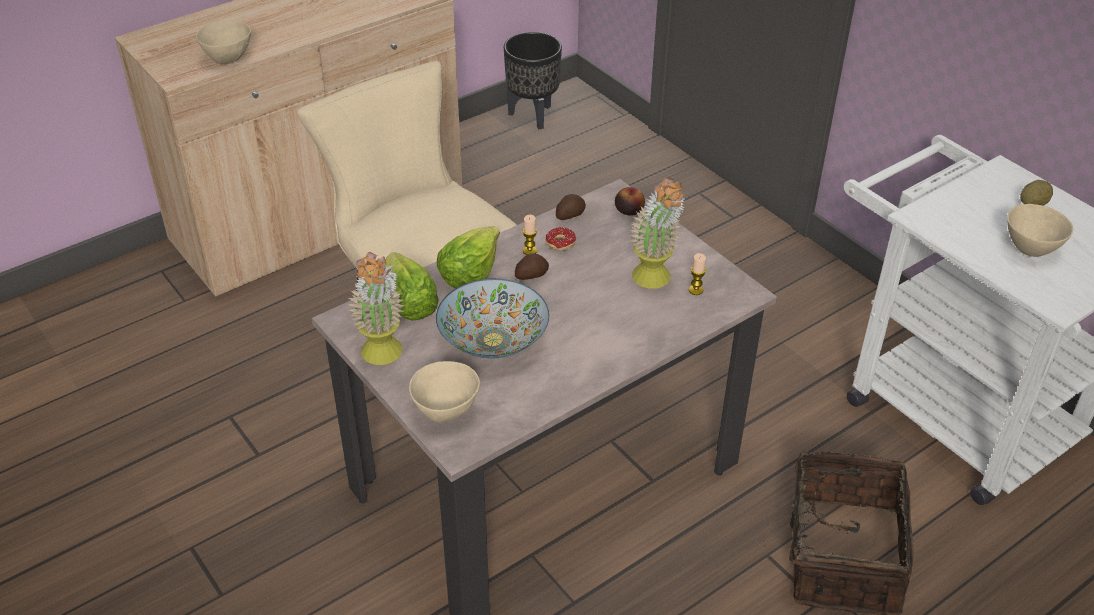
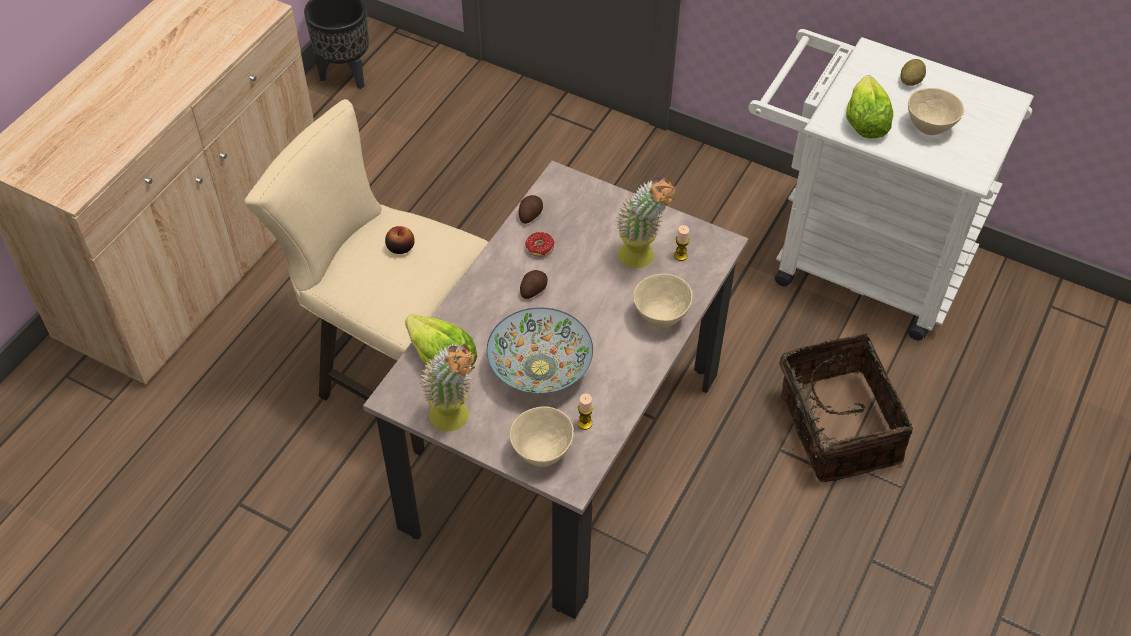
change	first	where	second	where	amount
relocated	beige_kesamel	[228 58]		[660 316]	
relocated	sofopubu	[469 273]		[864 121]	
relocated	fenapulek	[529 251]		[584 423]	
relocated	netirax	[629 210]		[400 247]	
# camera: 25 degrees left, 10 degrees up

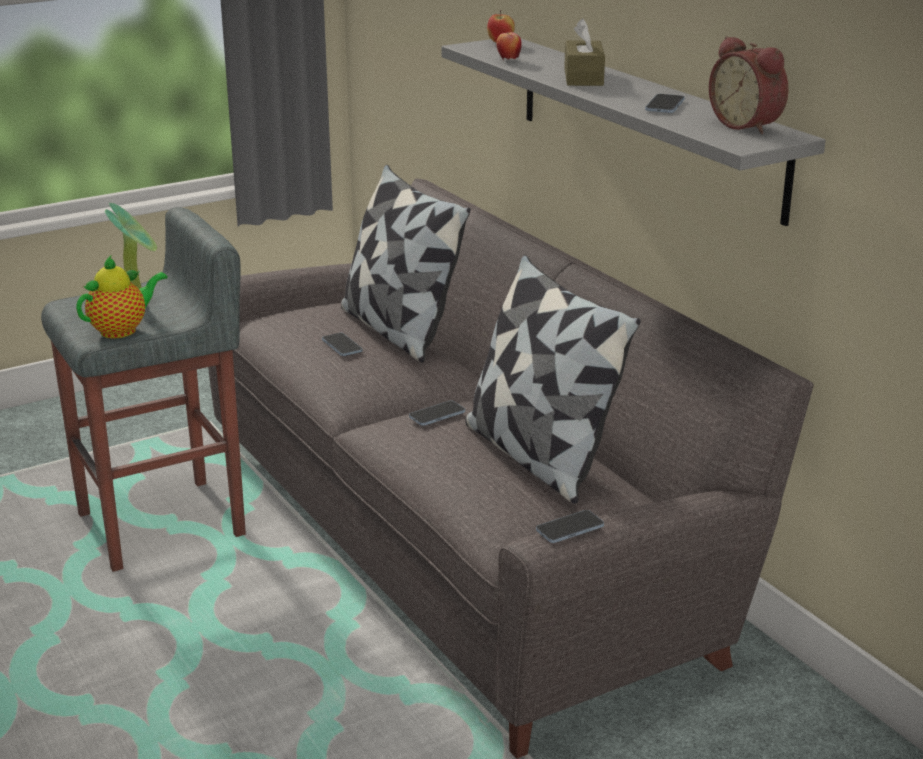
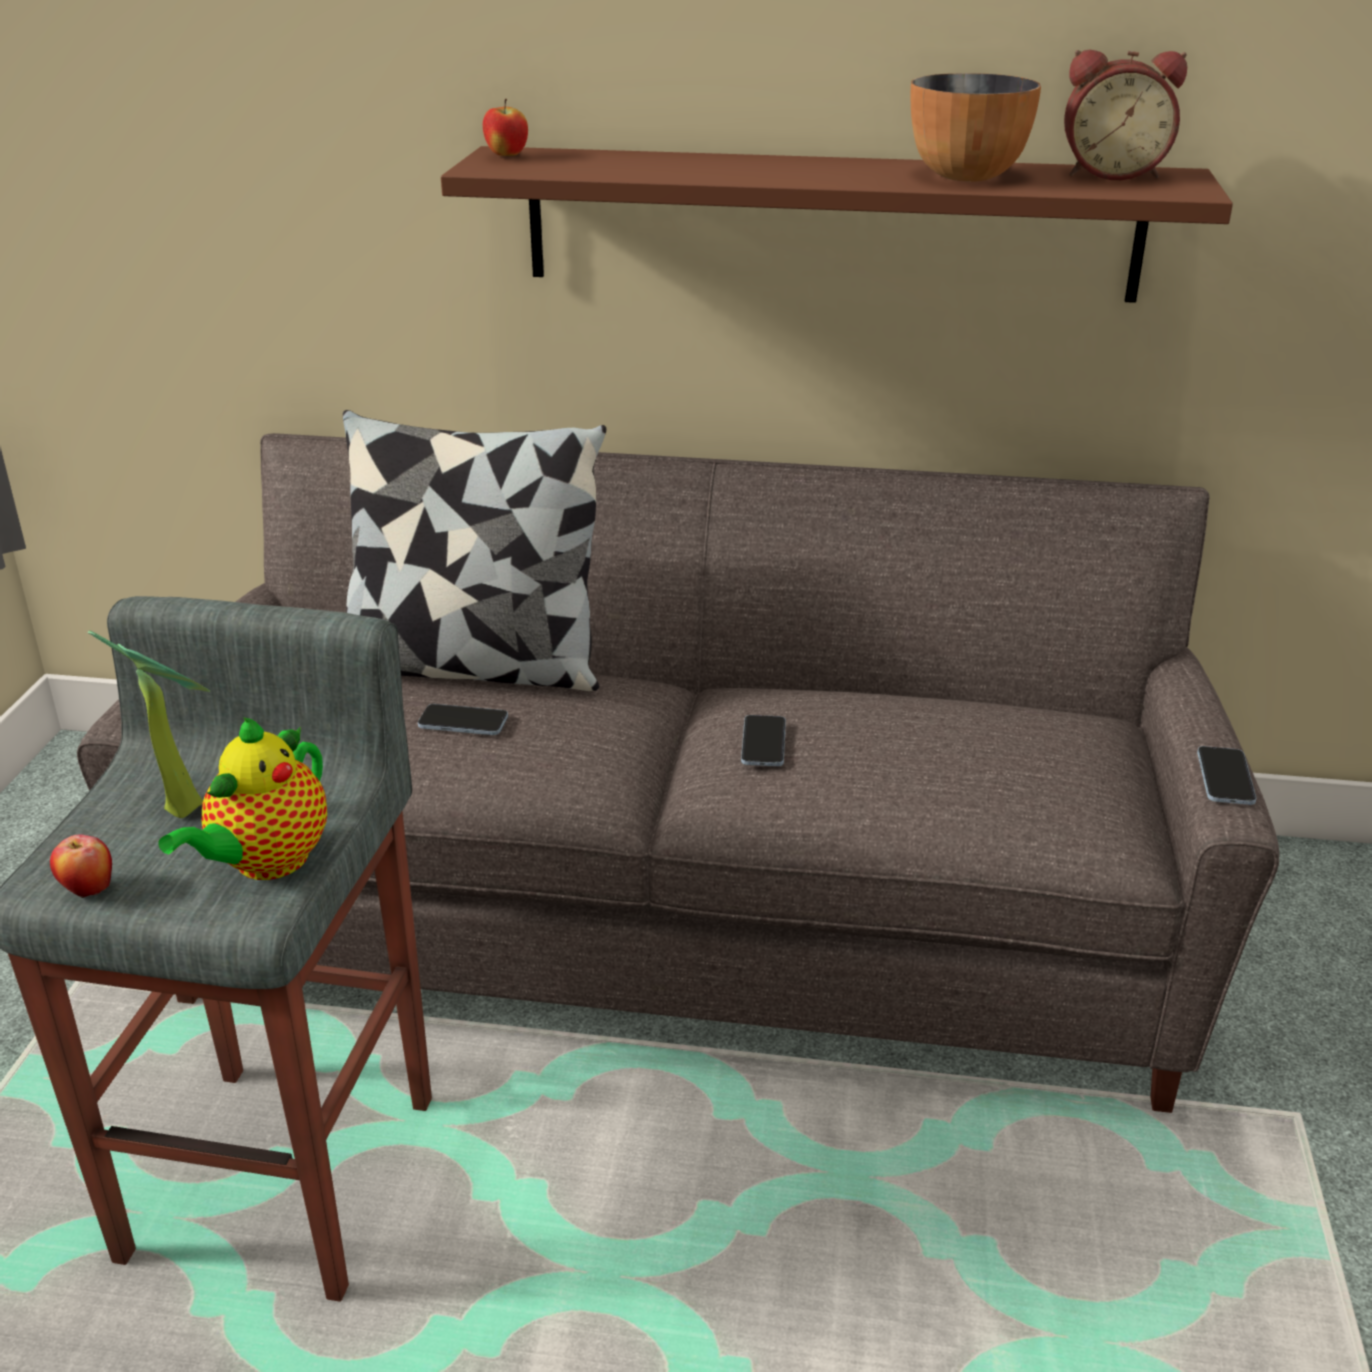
change	first	where	second	where	amount
spun	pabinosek	[122 330]		[266 863]	150 degrees counterclockwise
colour	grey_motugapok	[646 124]	brown_motugapok	[829 223]	
missing	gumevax	[538 456]			
relocated	netirax	[508 60]		[88 890]	
missing	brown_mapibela	[583 77]			
exchanged	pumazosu	[664 106]	kesamel	[967 176]	
# camera: 50 degrees left, 5 degrees up

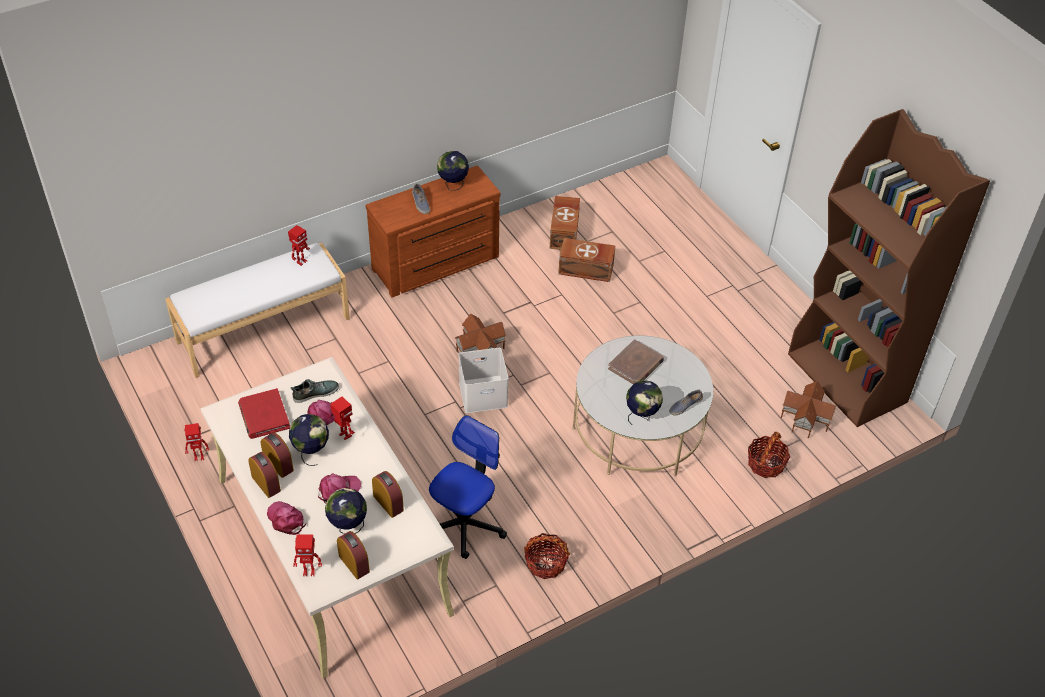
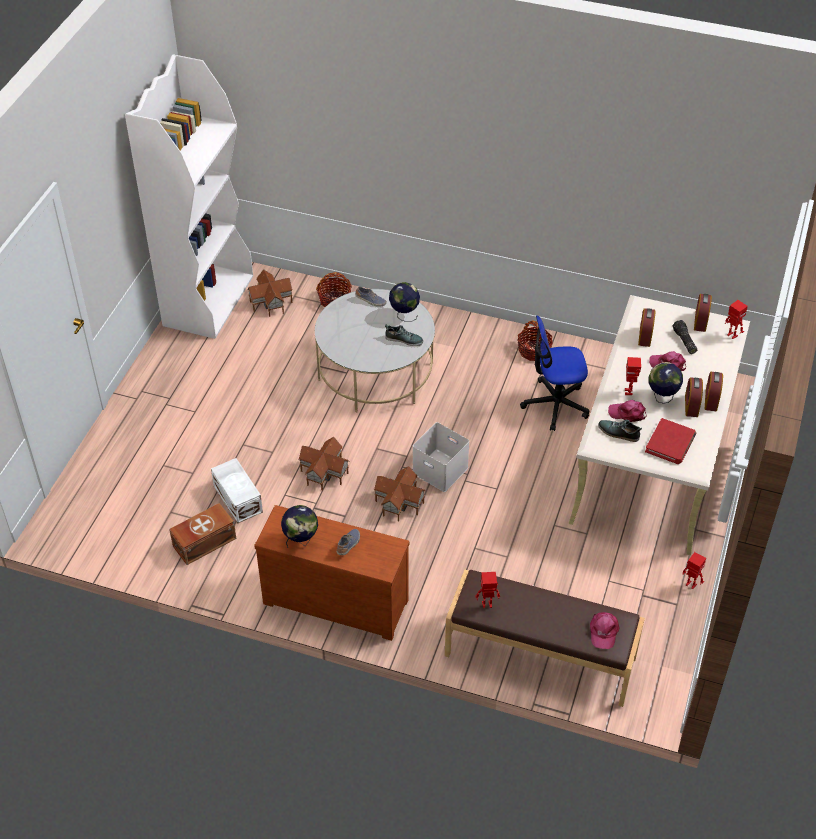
change	first	where	second	where	amount
colour	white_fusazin	[263 329]	brown_fusazin	[540 657]	
relocated	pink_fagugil	[286 519]		[603 631]	
exchanged	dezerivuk	[348 527]	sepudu	[683 341]	
colour	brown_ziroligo	[586 270]	white_ziroligo	[238 498]	
missing	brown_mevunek	[636 365]			
colour	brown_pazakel	[848 379]	white_pazakel	[208 300]	
appeared			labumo	[325 472]	
appeared			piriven	[404 339]	
# camera: 130 degrees left, 0 degrees up

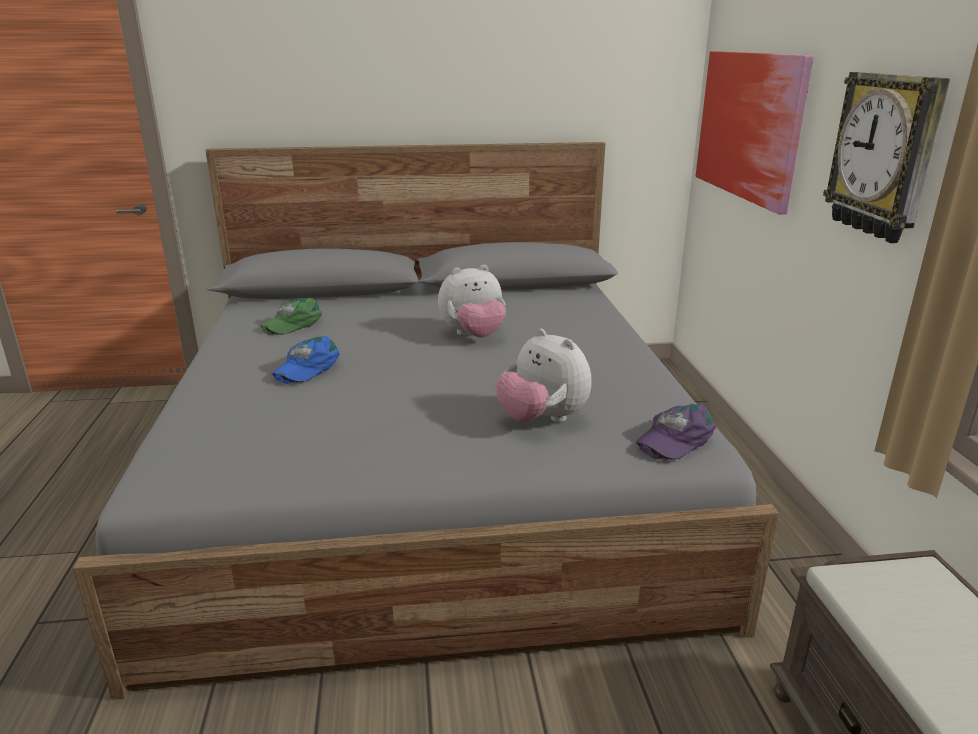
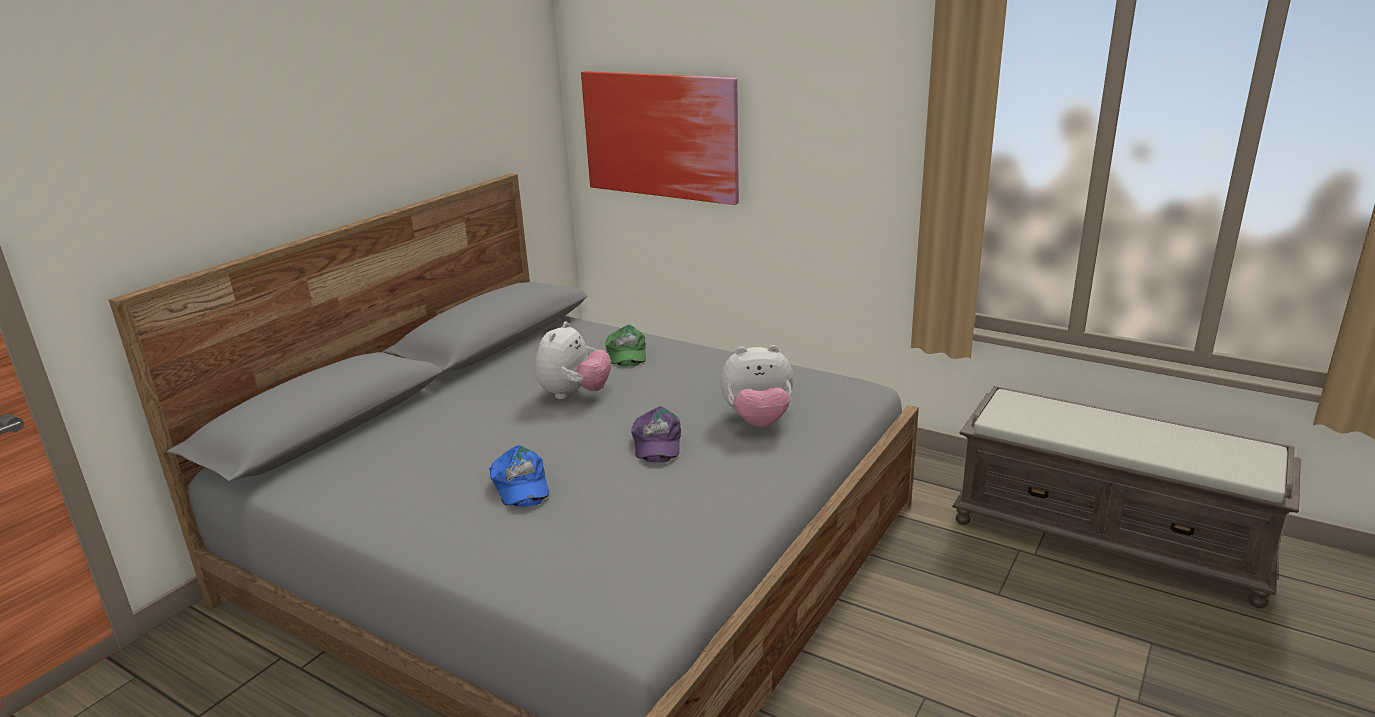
change	first	where	second	where	amount
relocated	green_fagugil	[293 323]		[626 353]	
relocated	purple_fagugil	[674 438]		[656 442]	
missing	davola	[885 155]			
# camera: 50 degrees left, 0 degrees up

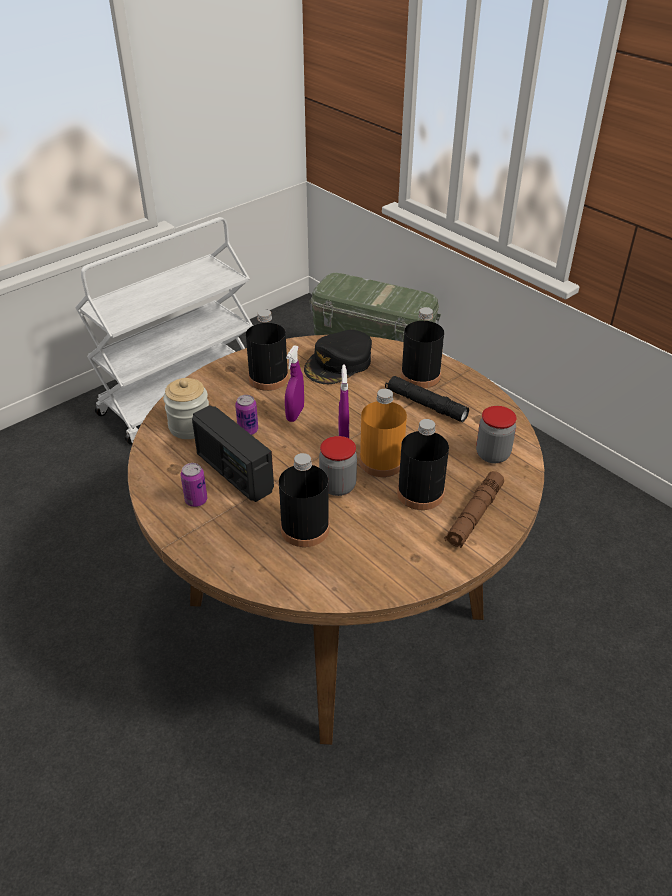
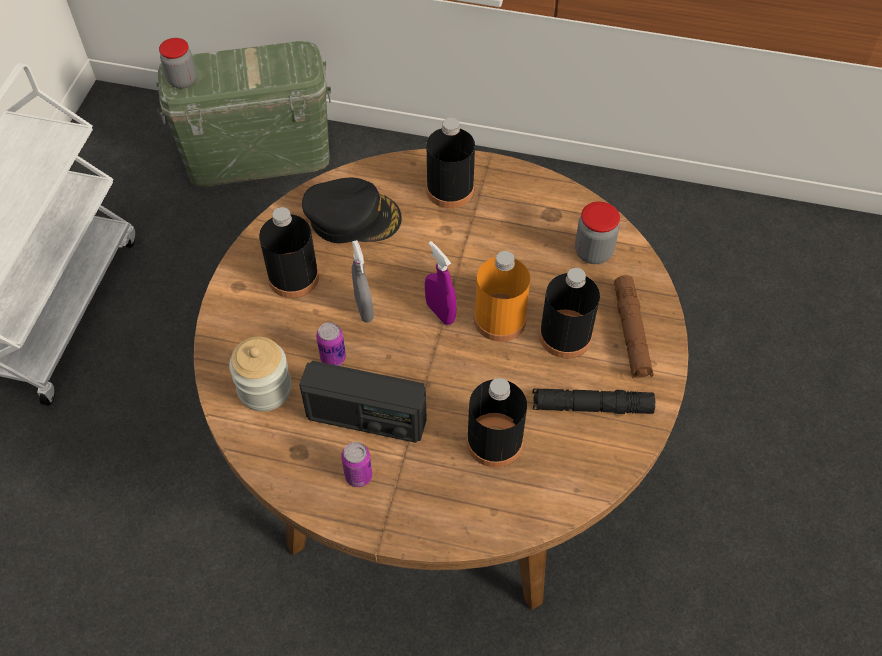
change	first	where	second	where	amount
colour	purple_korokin	[295 414]	grey_korokin	[364 309]	
spun	black_fagugil	[339 364]		[353 217]	90 degrees counterclockwise
relocated	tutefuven	[338 486]		[182 80]	
relocated	black_sepudu	[425 404]		[591 406]	
# camera: 35 degrees left, 15 degrees up

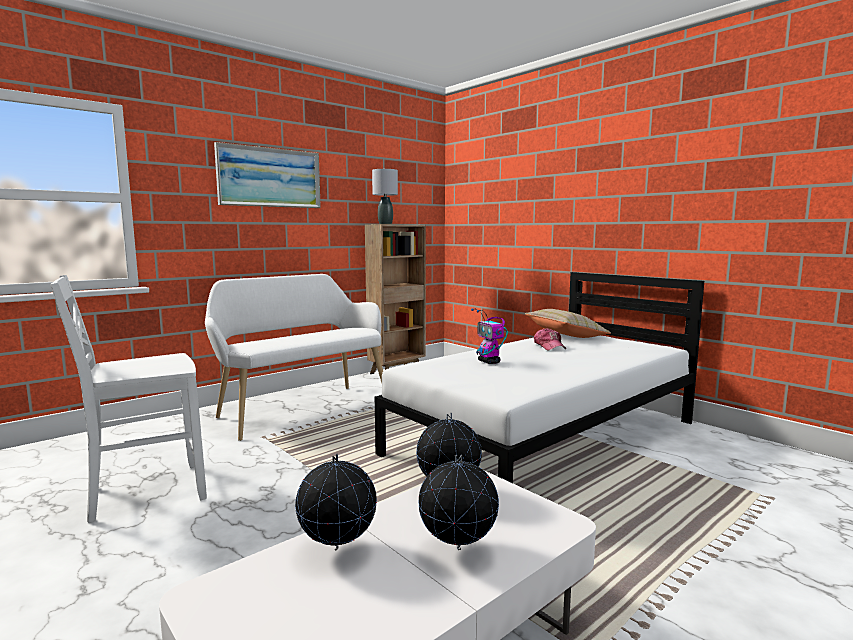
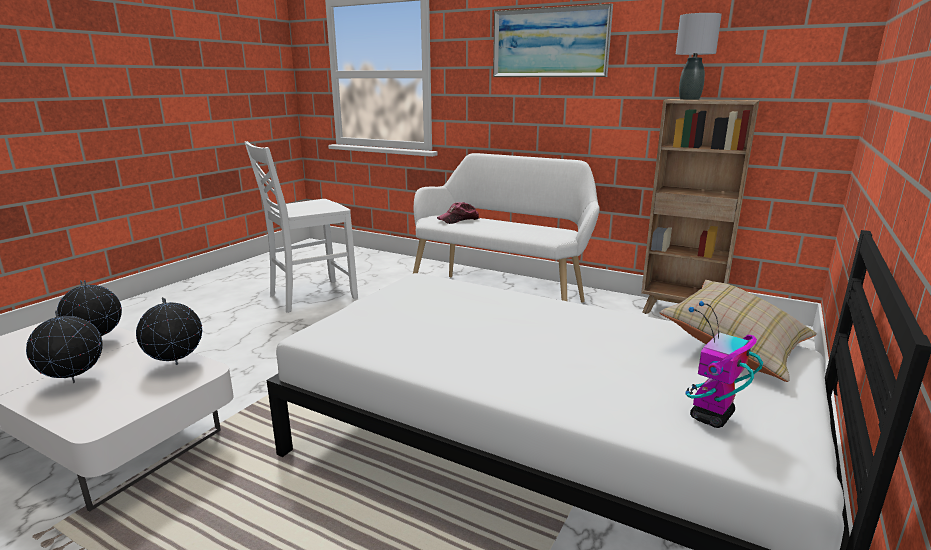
change	first	where	second	where	amount
spun	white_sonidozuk	[144 492]		[310 296]	75 degrees counterclockwise
relocated	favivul	[489 362]		[711 417]	
relocated	fagugil	[549 346]		[458 220]	
# camera: 70 degrees right, 10 degrees up

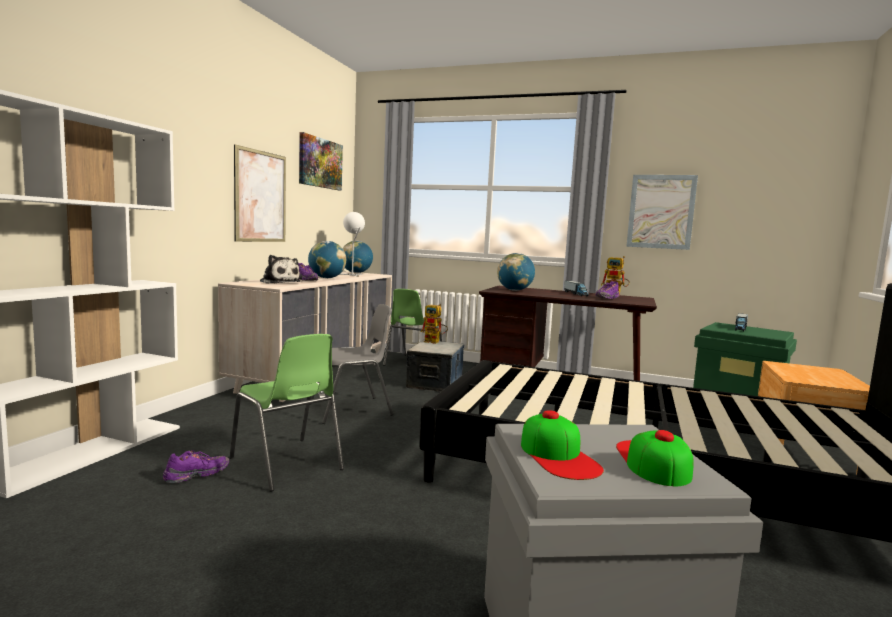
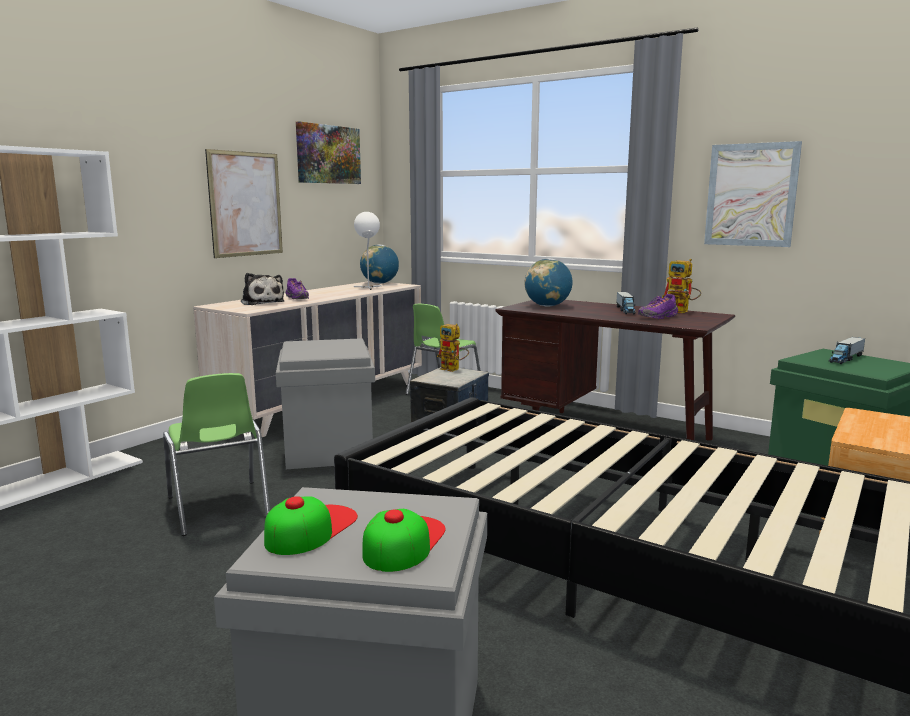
change	first	where	second	where	amount
missing	purple_piriven	[196 475]			
missing	dezerivuk	[327 278]			
exchanged	grey_sonidozuk	[352 410]	grey_ziroligo	[329 449]	
spun	fagugil	[559 456]		[311 528]	150 degrees counterclockwise
# camera: 15 degrees right, 5 degrees up

